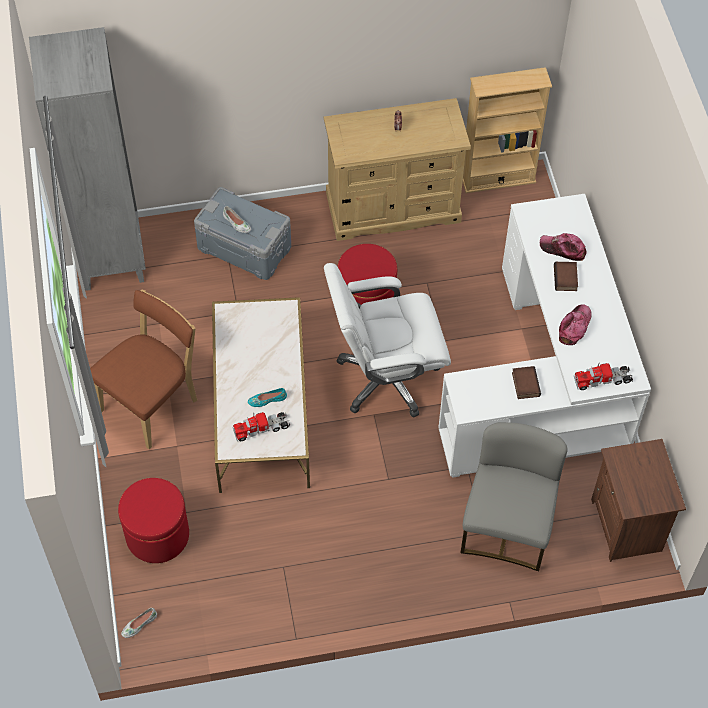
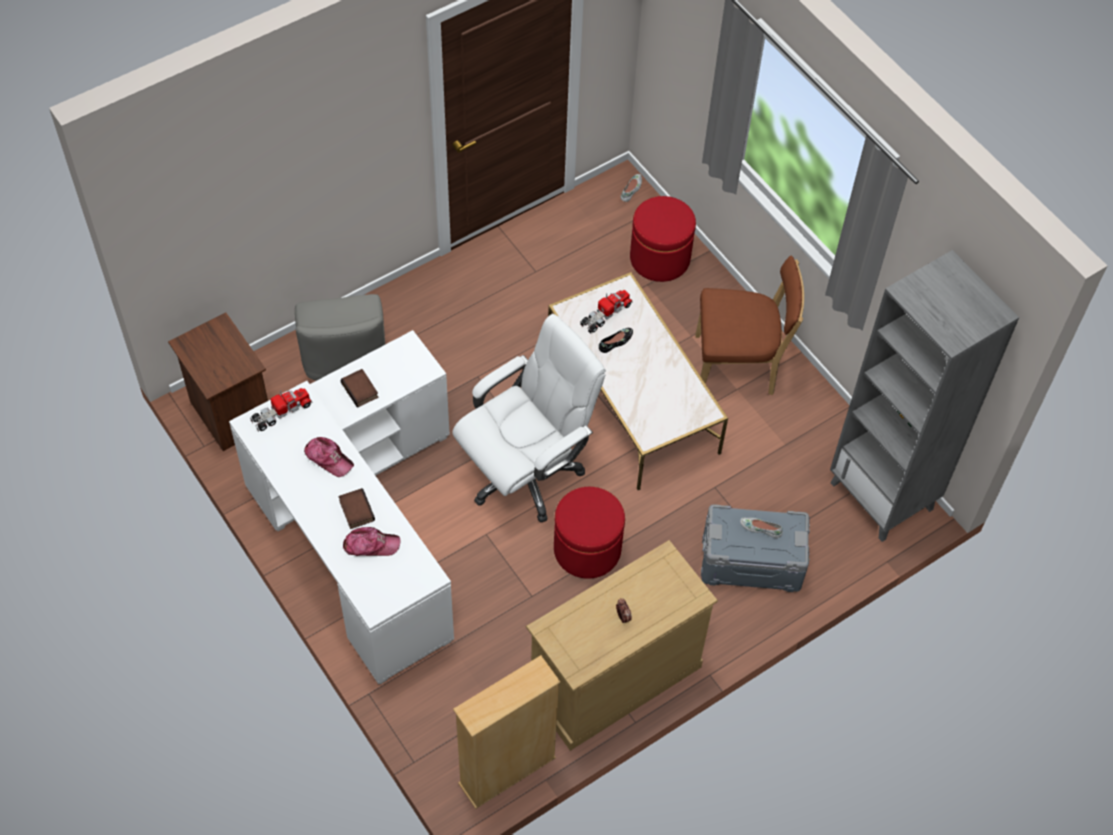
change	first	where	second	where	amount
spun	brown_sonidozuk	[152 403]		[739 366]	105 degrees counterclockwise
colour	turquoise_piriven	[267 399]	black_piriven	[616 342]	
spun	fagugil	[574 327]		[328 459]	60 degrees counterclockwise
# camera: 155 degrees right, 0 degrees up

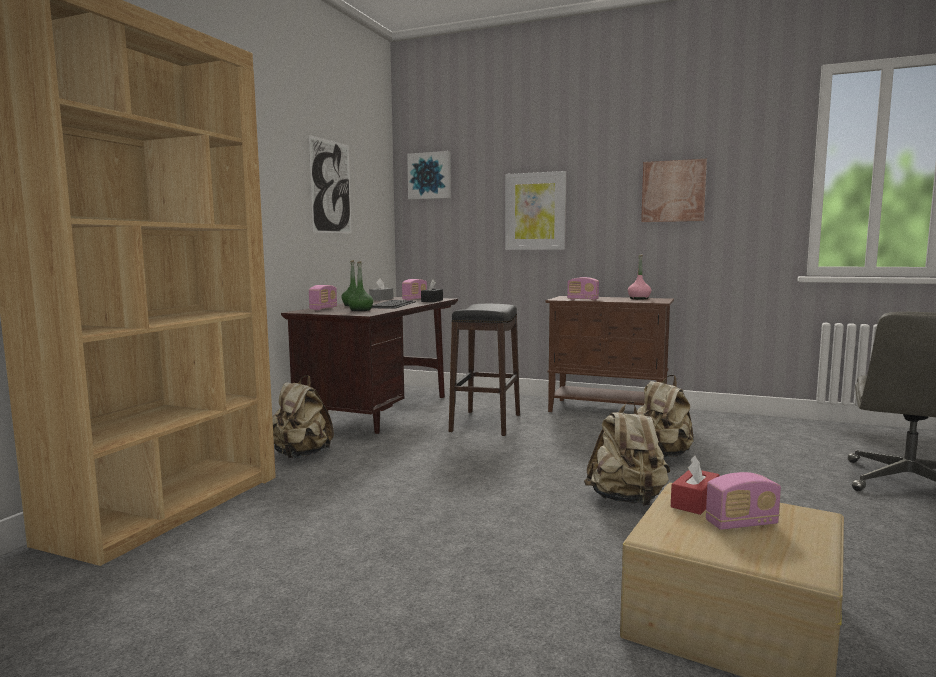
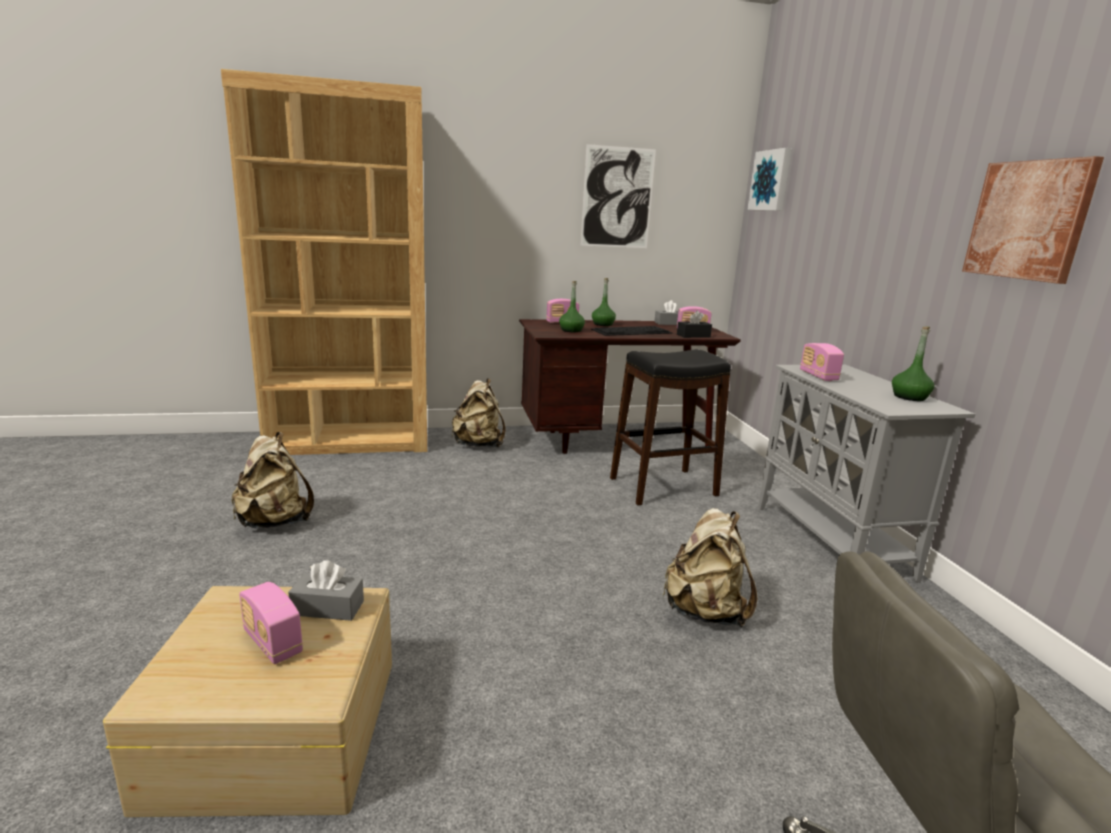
change	first	where	second	where	amount
missing	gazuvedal	[535 211]			
colour	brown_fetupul	[608 410]	grey_fetupul	[832 542]	
relocated	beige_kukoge	[627 500]		[274 522]	
colour	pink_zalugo	[639 298]	green_zalugo	[909 397]	
colour	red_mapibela	[694 502]	grey_mapibela	[328 608]	
# camera: 55 degrees right, 10 degrees up

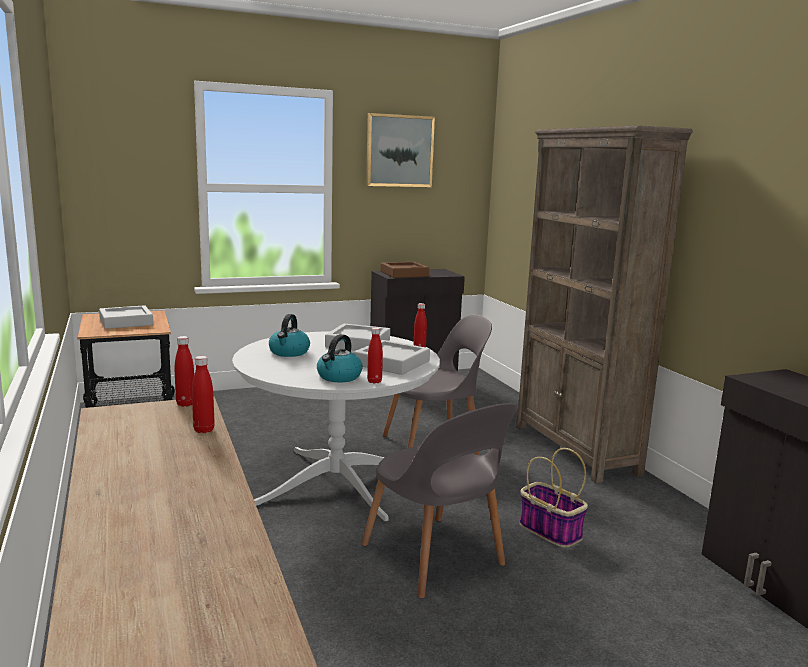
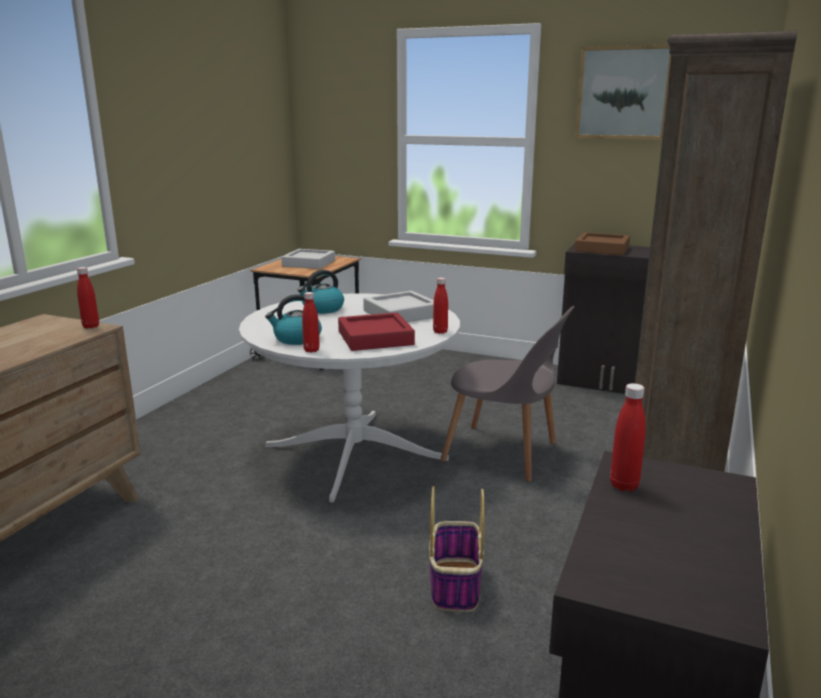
change	first	where	second	where	amount
relocated	red_zalugo	[204 430]		[624 485]	
colour	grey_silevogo	[391 363]	red_silevogo	[375 338]	
missing	grey_sonidozuk	[435 558]			
# camera: 45 degrees right, 5 degrees up

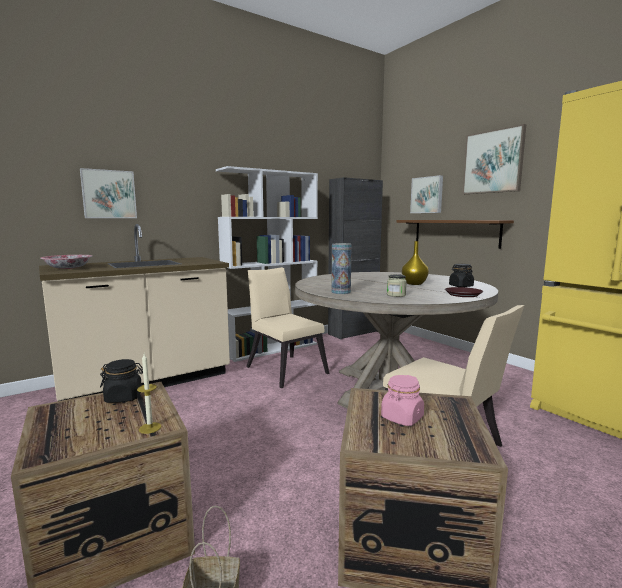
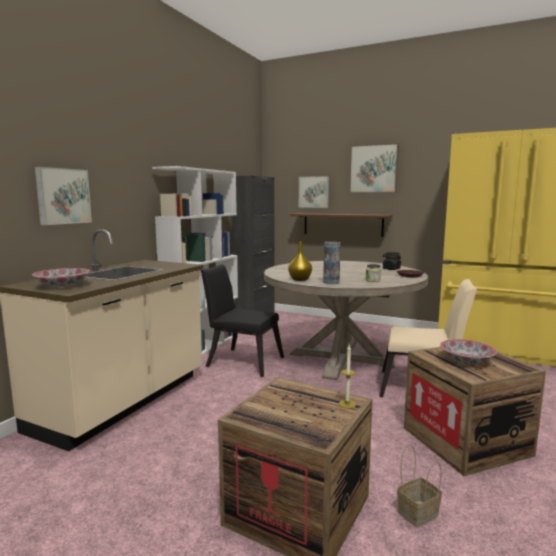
change	first	where	second	where	amount
missing	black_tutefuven	[124 397]			
colour	beige_sonidozuk	[285 369]	black_sonidozuk	[241 361]	
exchanged	pink_tutefuven	[402 418]	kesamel	[466 360]	
relocated	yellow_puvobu	[415 284]		[300 279]	
# camera: 30 degrees left, 0 degrees up

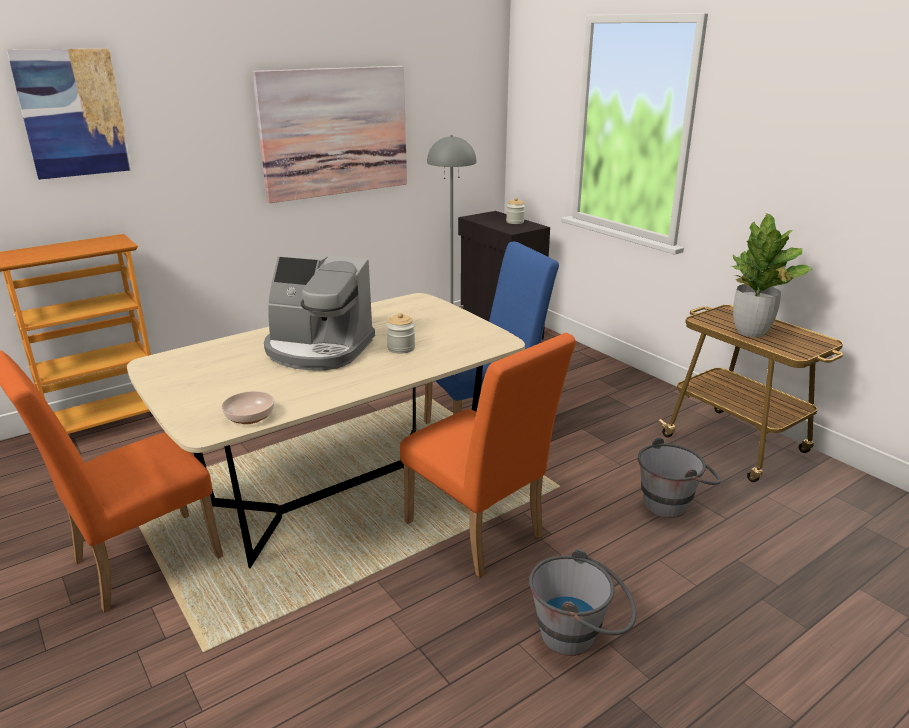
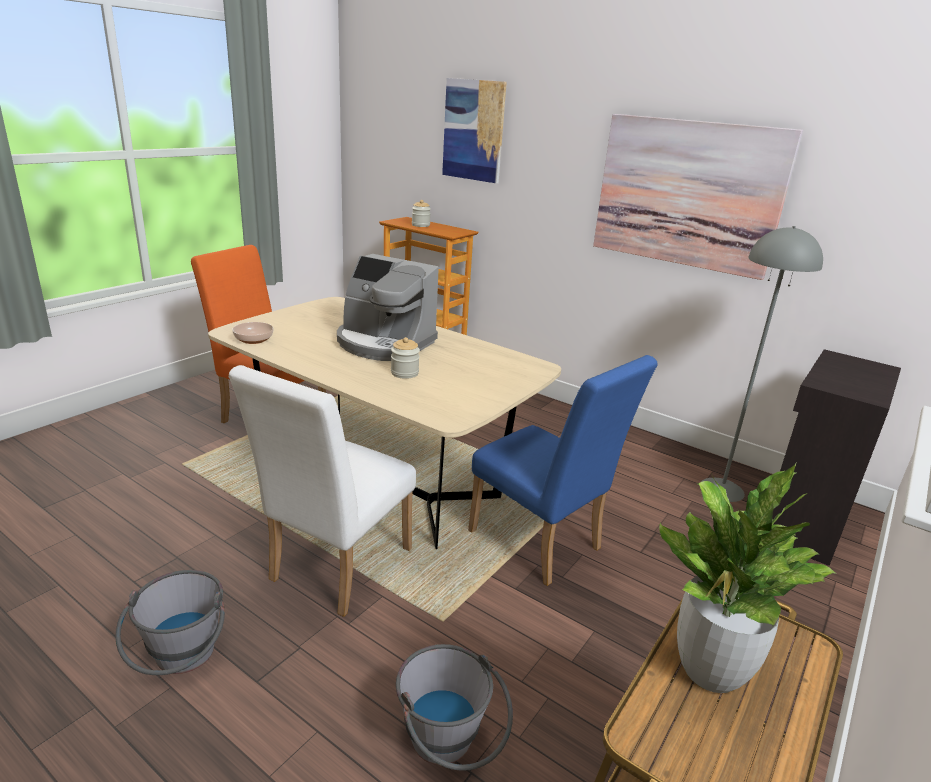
change	first	where	second	where	amount
spun	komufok	[318 349]		[384 343]	60 degrees counterclockwise
colour	orange_sonidozuk	[479 535]	white_sonidozuk	[334 570]	
relocated	tutefuven	[515 222]		[420 225]	
# camera: 70 degrees right, 0 degrees up

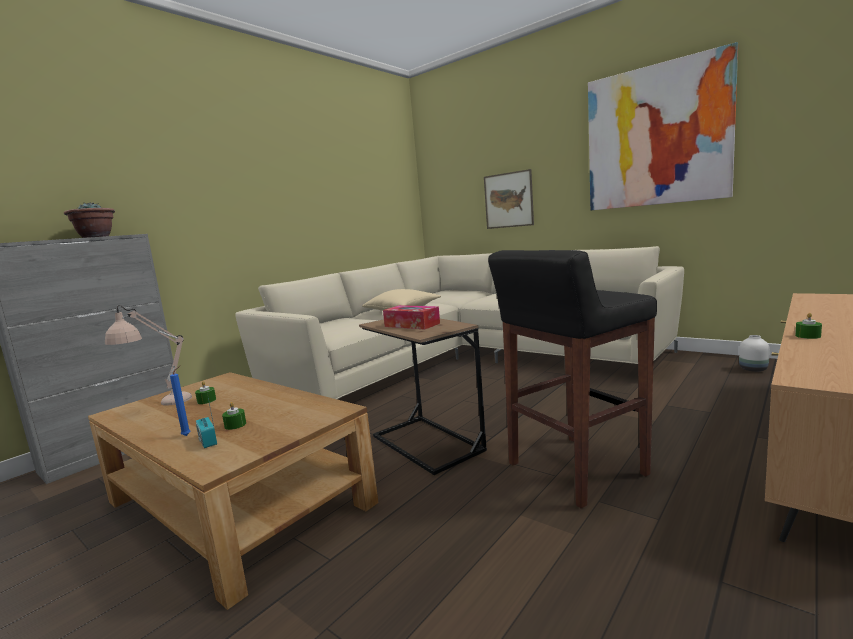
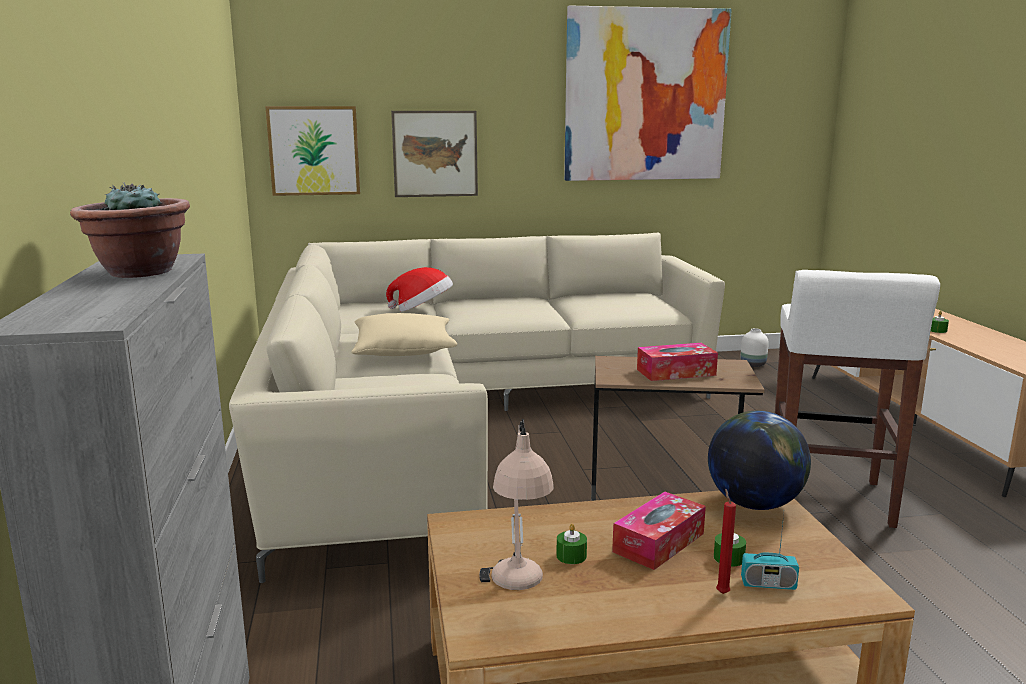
change	first	where	second	where	amount
colour	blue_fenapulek	[188 435]	red_fenapulek	[722 592]	
colour	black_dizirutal	[574 470]	white_dizirutal	[829 500]	
appeared			gazuvedal	[314 151]	
appeared			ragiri	[422 310]	
appeared			mapibela	[658 542]	
appeared			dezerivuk	[754 503]	
# camera: 50 degrees left, 5 degrees up

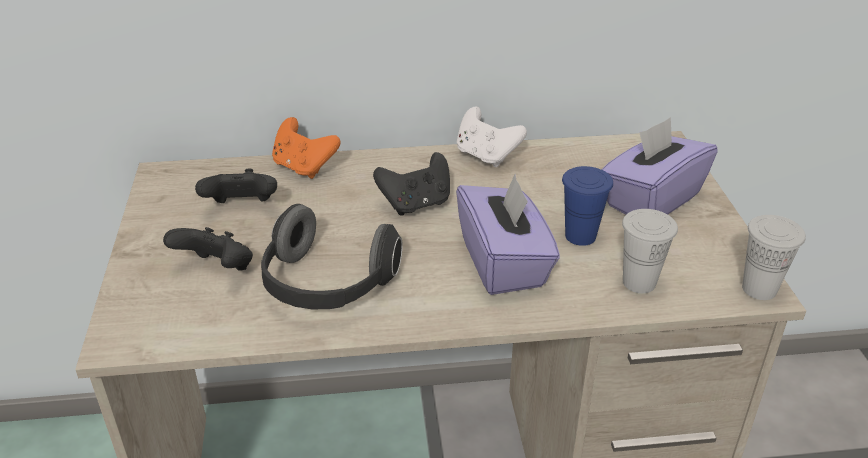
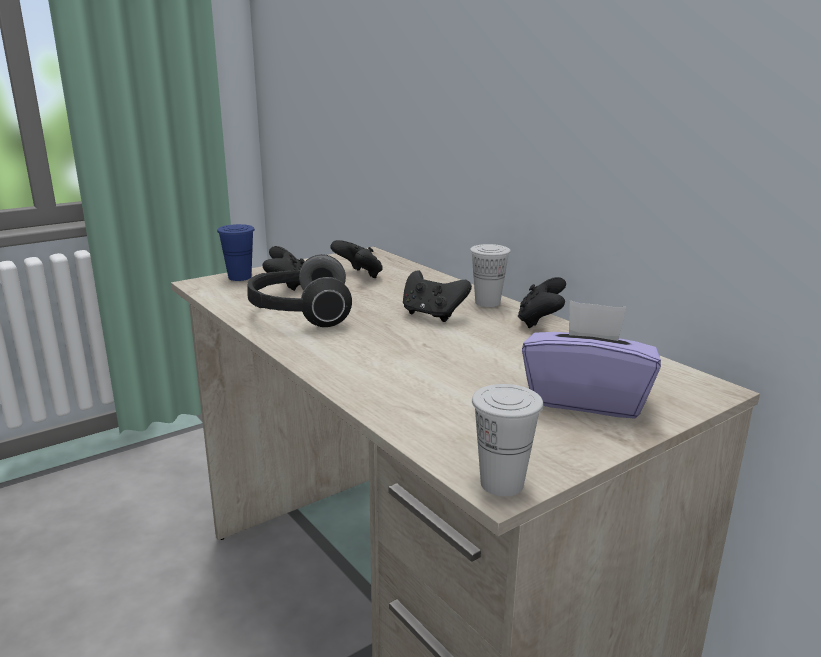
change	first	where	second	where	amount
missing	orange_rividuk	[304 167]			
missing	purple_mapibela	[504 263]			
colour	white_rividuk	[486 156]	black_rividuk	[540 322]	
relocated	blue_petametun	[580 236]		[240 277]	
relocated	white_petametun	[639 282]		[487 302]	
# camera: 60 degrees right, 15 degrees down

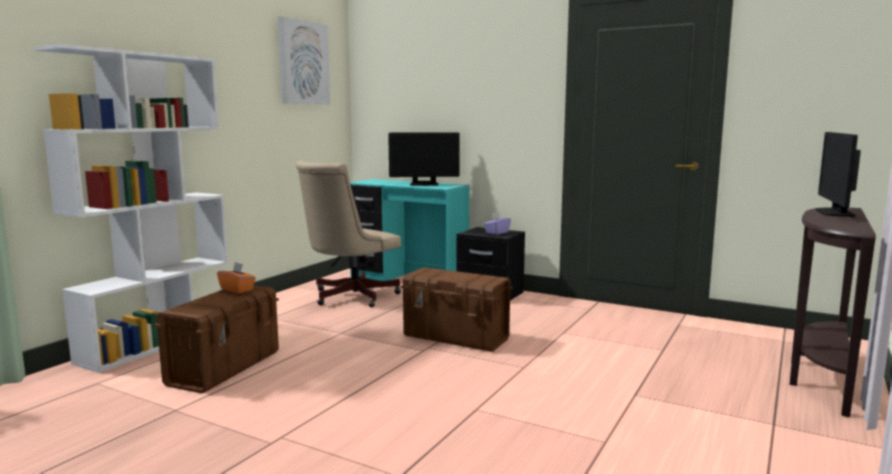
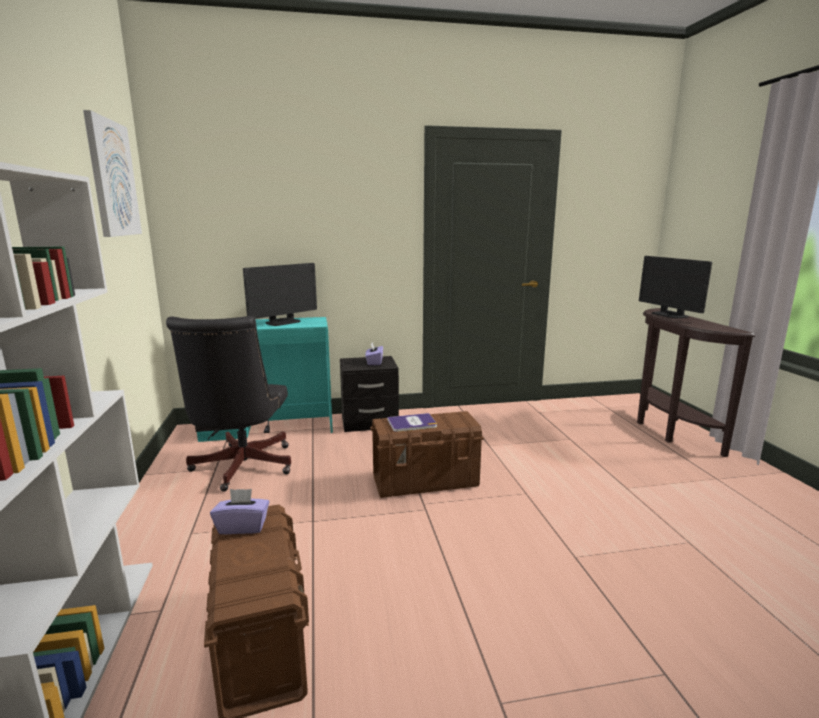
change	first	where	second	where	amount
colour	orange_mapibela	[237 290]	purple_mapibela	[242 526]	
colour	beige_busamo	[349 297]	black_busamo	[240 468]	
appeared			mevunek	[412 423]	
# camera: 40 degrees left, 5 degrees up

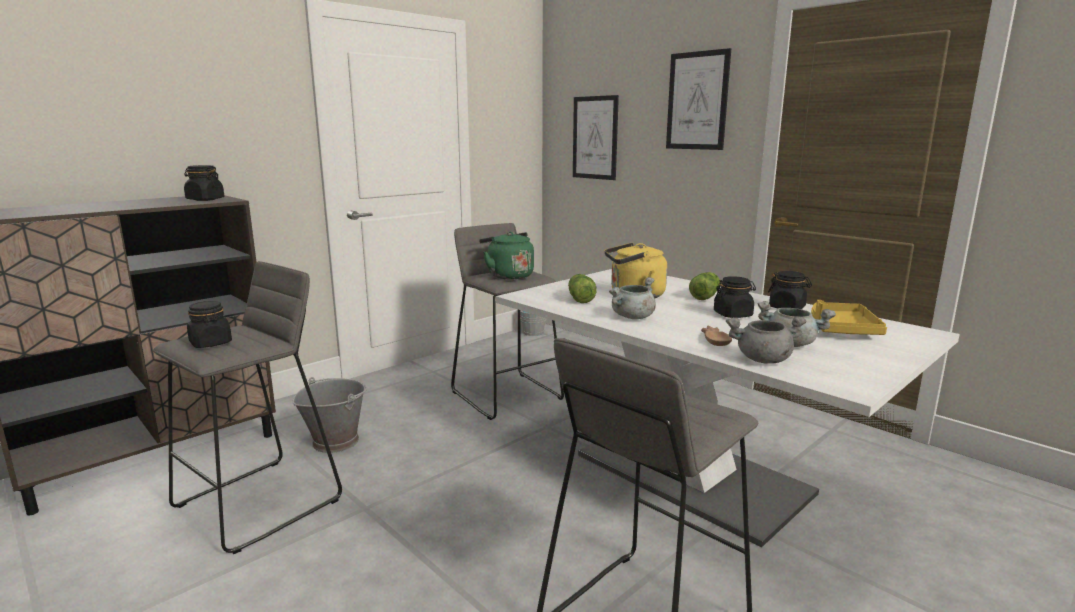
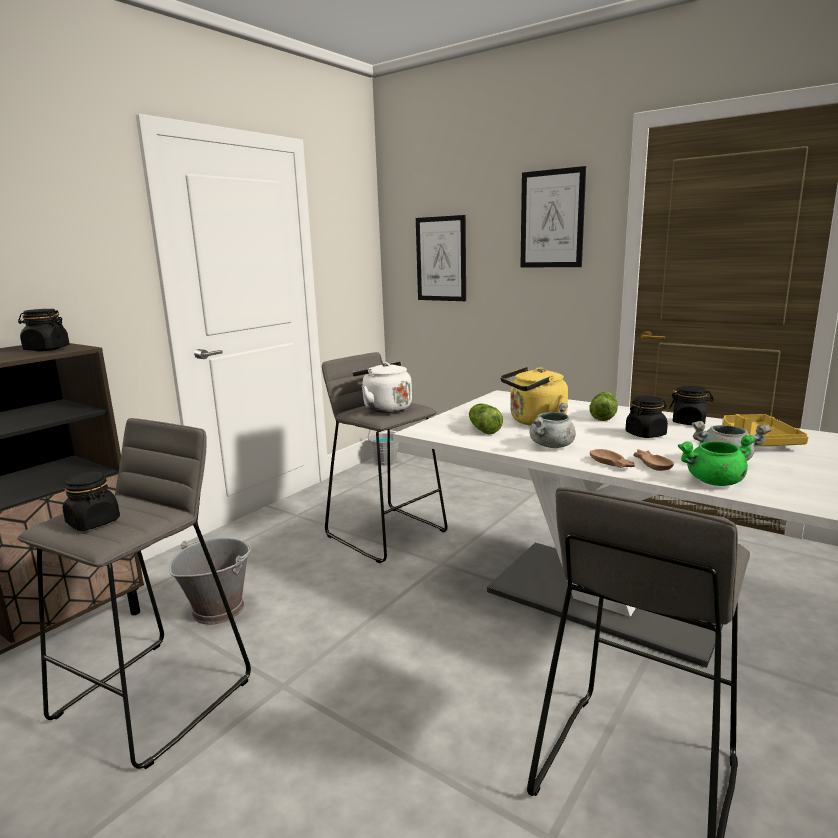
change	first	where	second	where	amount
colour	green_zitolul	[508 275]	white_zitolul	[384 408]	
colour	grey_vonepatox	[762 360]	green_vonepatox	[714 482]	
appeared			brown_kesamel	[611 464]	
# camera: 10 degrees left, 0 degrees up

